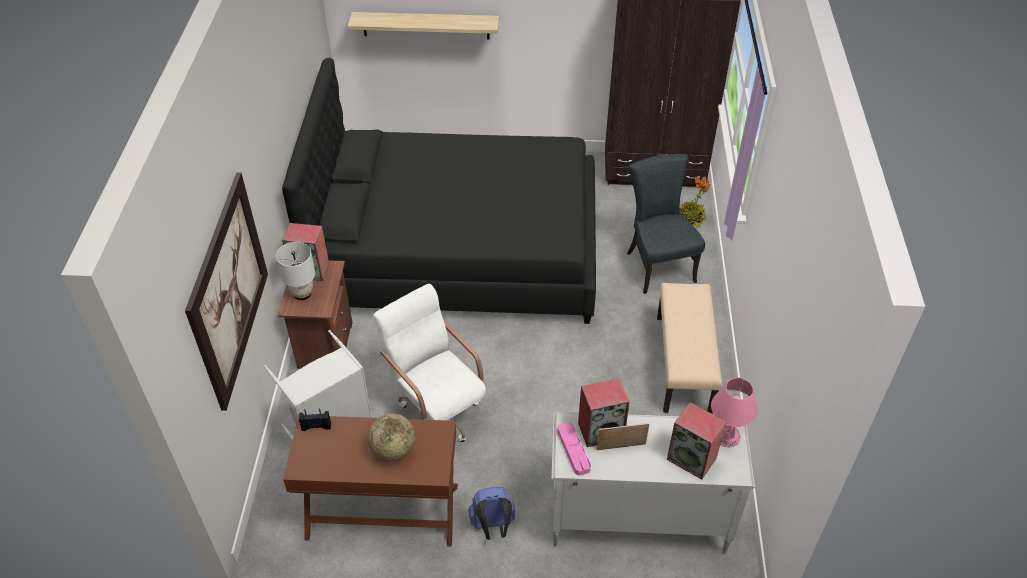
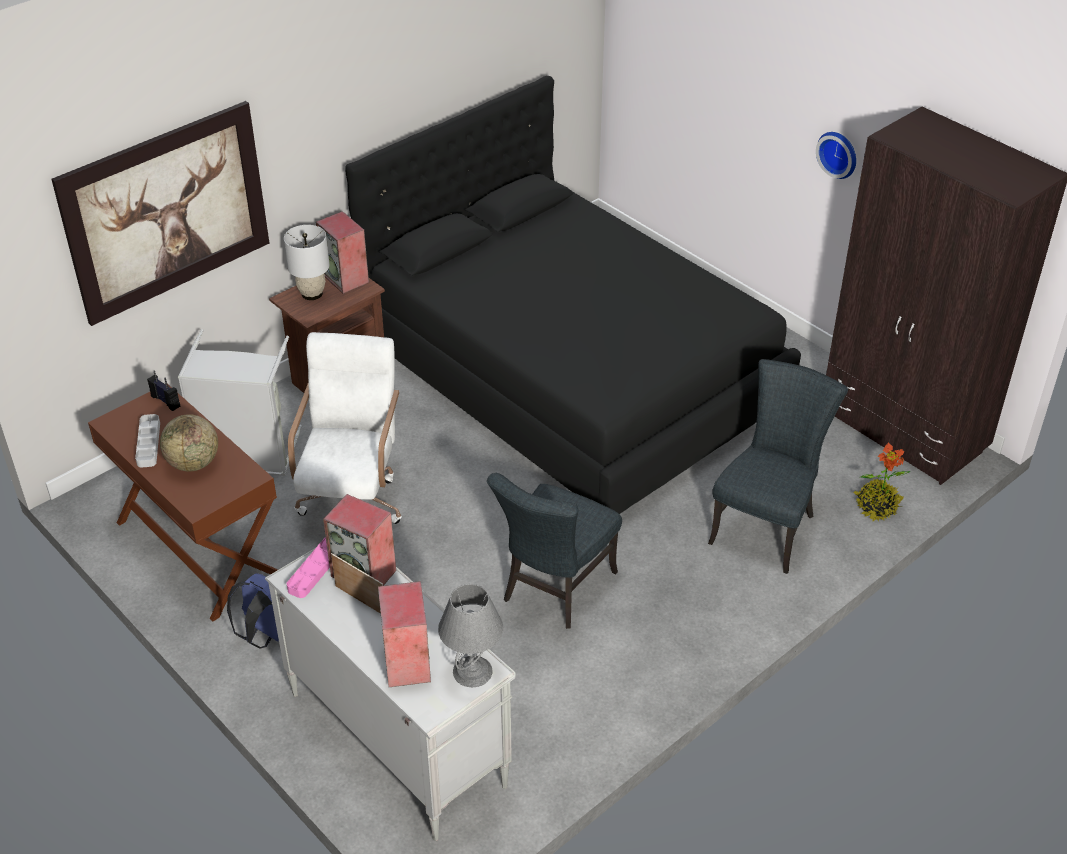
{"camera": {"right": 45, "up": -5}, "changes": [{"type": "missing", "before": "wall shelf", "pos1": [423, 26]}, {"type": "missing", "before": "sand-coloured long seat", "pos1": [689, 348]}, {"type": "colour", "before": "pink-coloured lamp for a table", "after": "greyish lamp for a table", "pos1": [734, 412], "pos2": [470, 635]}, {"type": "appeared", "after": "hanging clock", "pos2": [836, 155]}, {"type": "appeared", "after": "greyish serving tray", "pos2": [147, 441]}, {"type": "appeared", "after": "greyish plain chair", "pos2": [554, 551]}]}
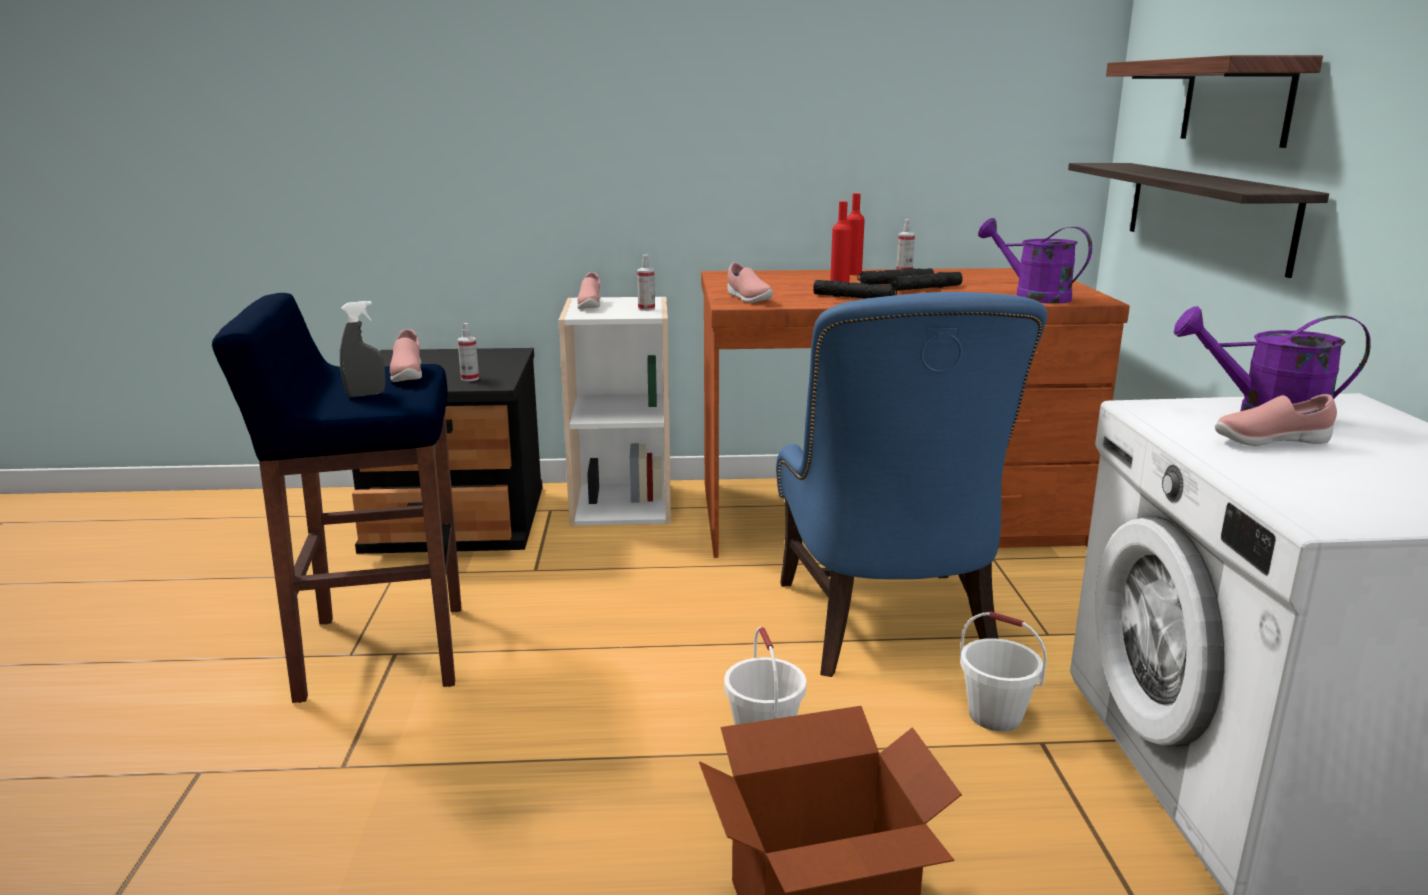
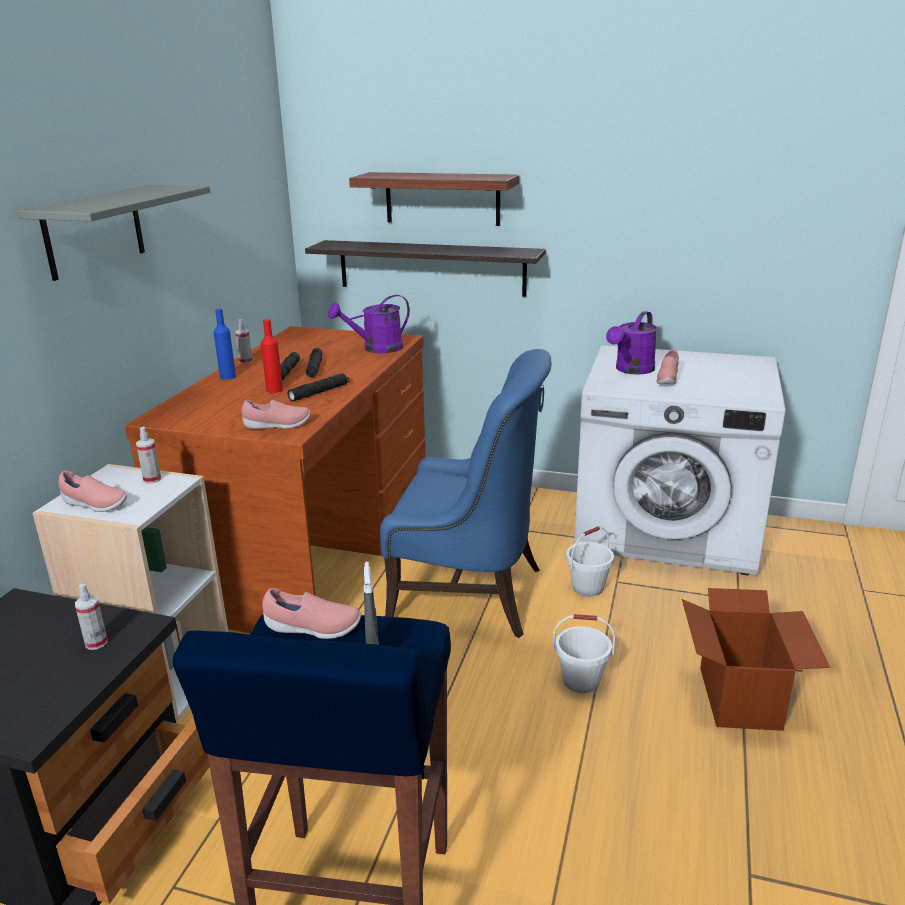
{"camera": {"right": -70, "up": 5}, "changes": [{"type": "colour", "before": "red drink bottle", "after": "blue-coloured drink bottle", "pos1": [856, 234], "pos2": [224, 344]}, {"type": "appeared", "after": "greyish wall shelf", "pos2": [113, 233]}]}
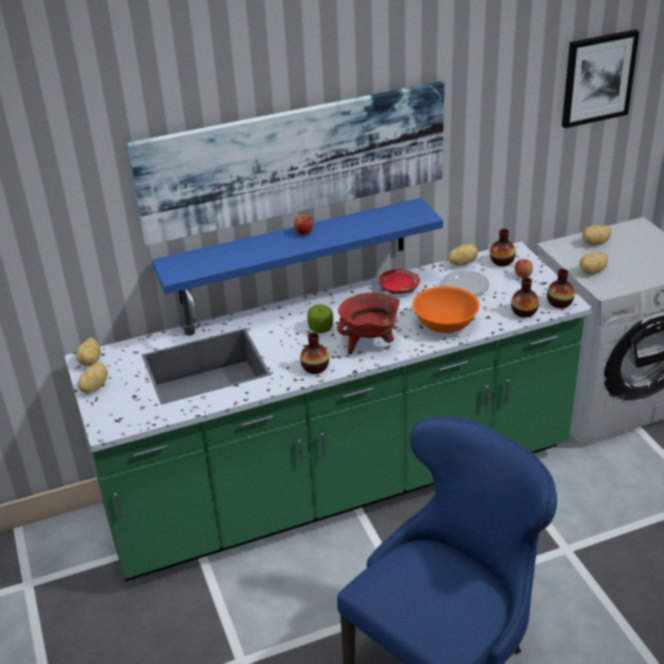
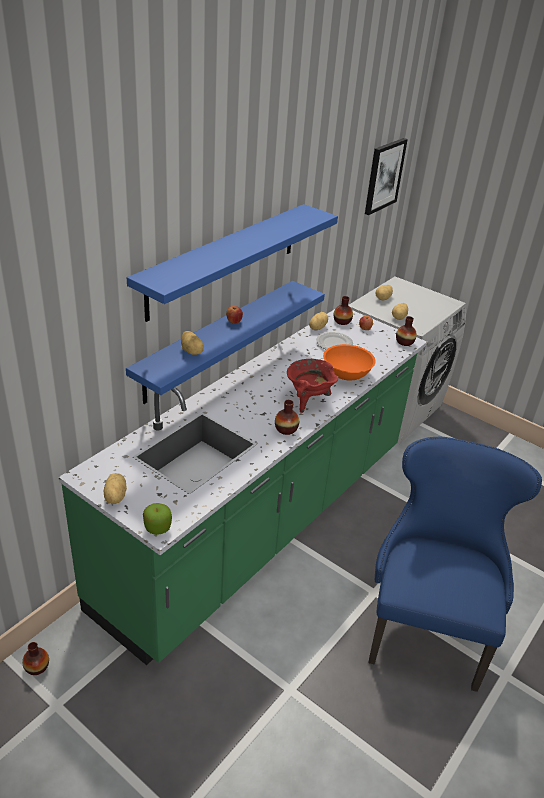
{"camera": {"right": -35, "up": 0}, "changes": [{"type": "exchanged", "before": "wall picture", "after": "blue-coloured wall shelf", "pos1": [285, 163], "pos2": [232, 263]}, {"type": "missing", "before": "red dinner plate", "pos1": [399, 281]}, {"type": "relocated", "before": "decorative vase", "pos1": [525, 298], "pos2": [35, 658]}, {"type": "relocated", "before": "apple", "pos1": [320, 318], "pos2": [157, 519]}, {"type": "relocated", "before": "potato", "pos1": [88, 352], "pos2": [192, 343]}]}
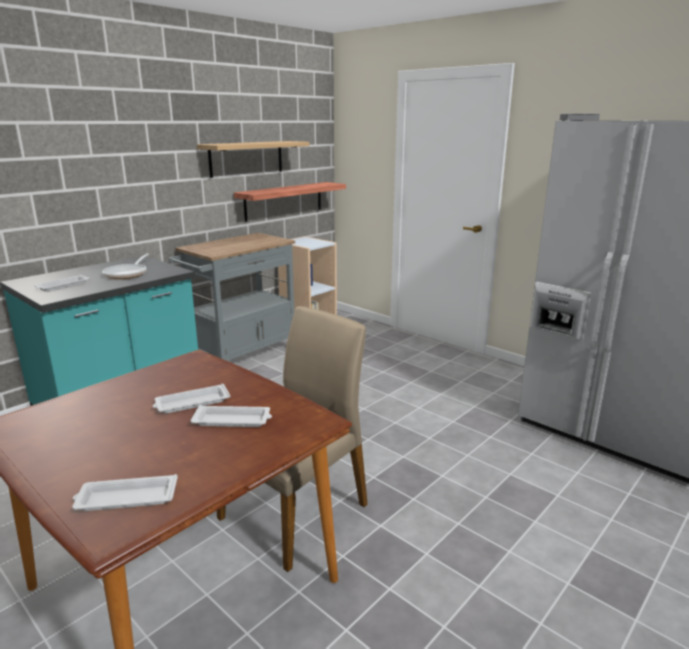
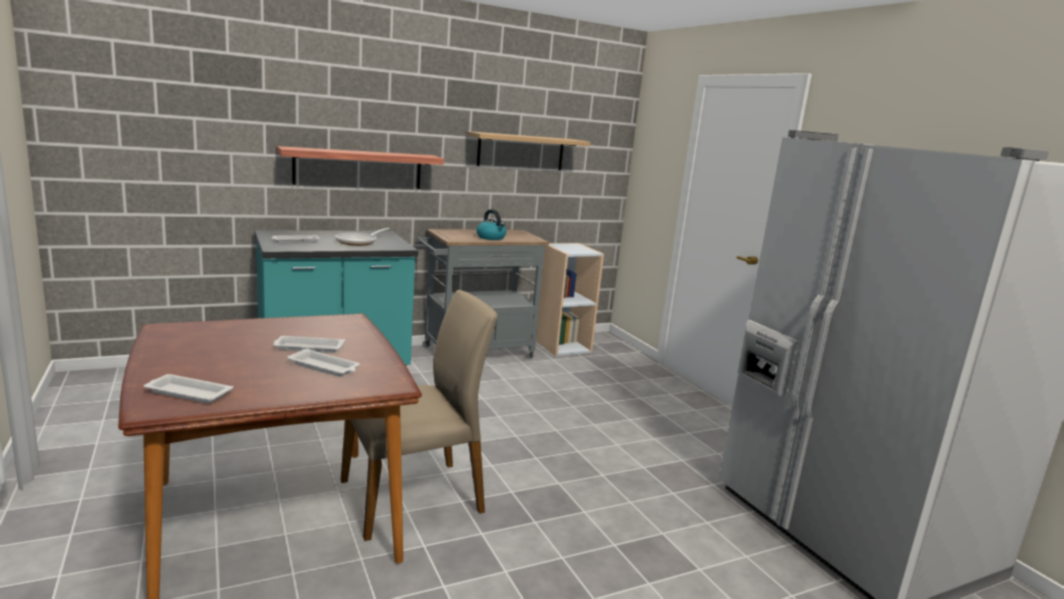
{"camera": {"right": 20, "up": -5}, "changes": [{"type": "relocated", "before": "wall shelf", "pos1": [290, 202], "pos2": [360, 167]}, {"type": "appeared", "after": "tea kettle", "pos2": [491, 224]}]}
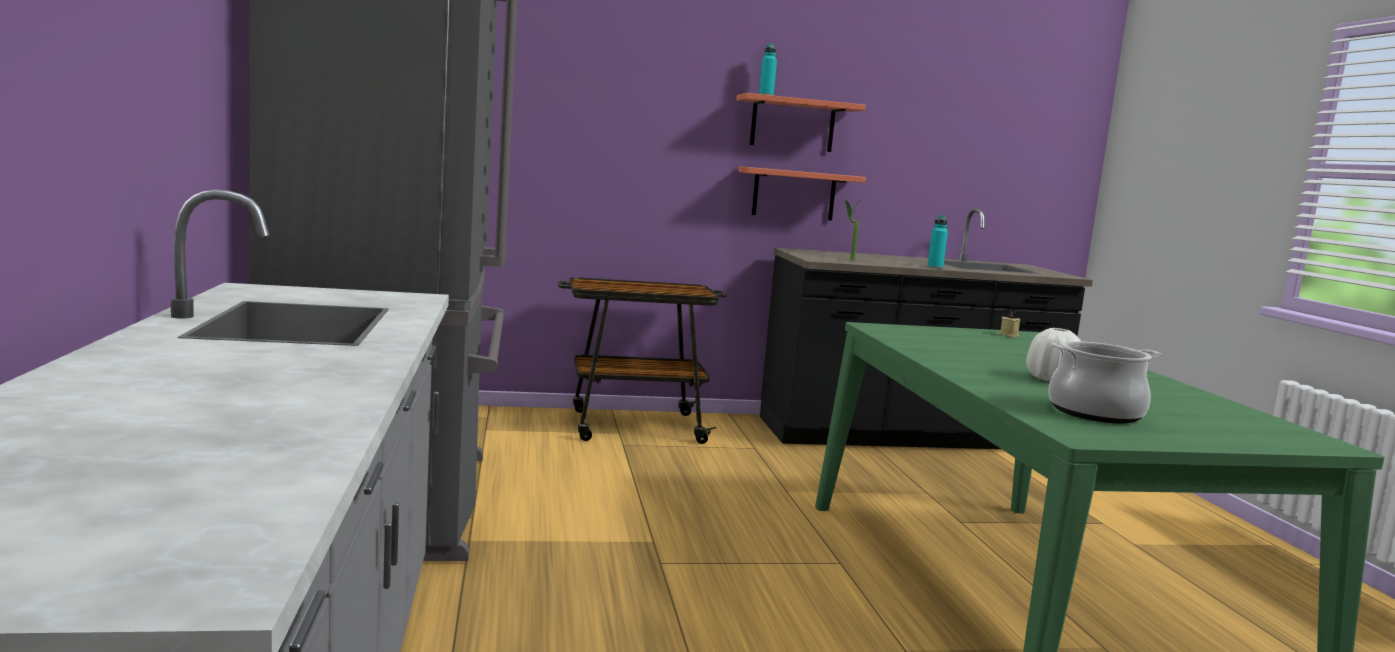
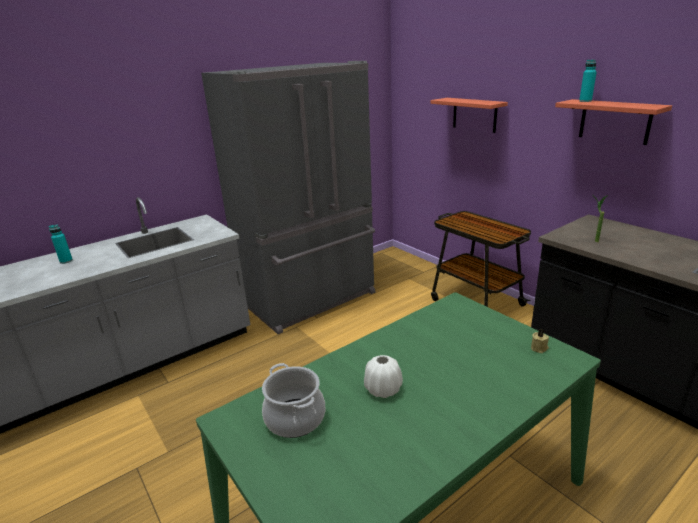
{"camera": {"right": 65, "up": 15}, "changes": [{"type": "relocated", "before": "wall shelf", "pos1": [802, 193], "pos2": [469, 115]}, {"type": "relocated", "before": "blue-green drink bottle", "pos1": [937, 242], "pos2": [61, 244]}]}
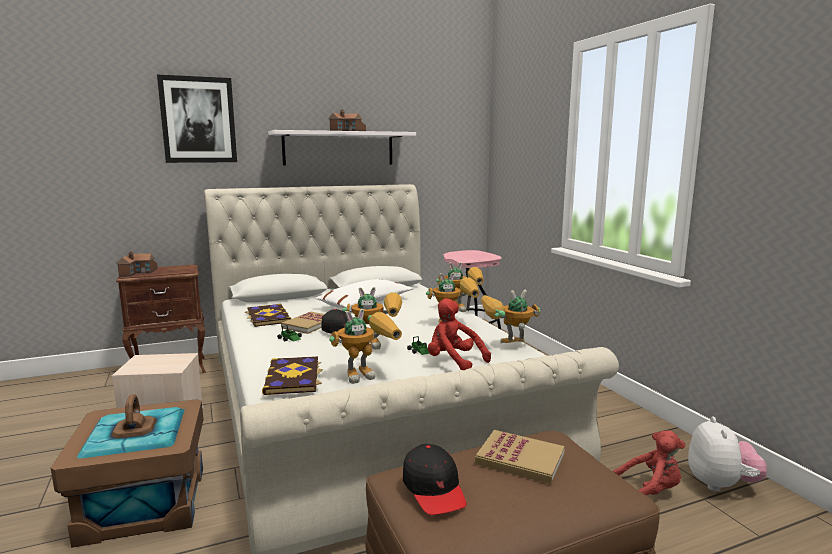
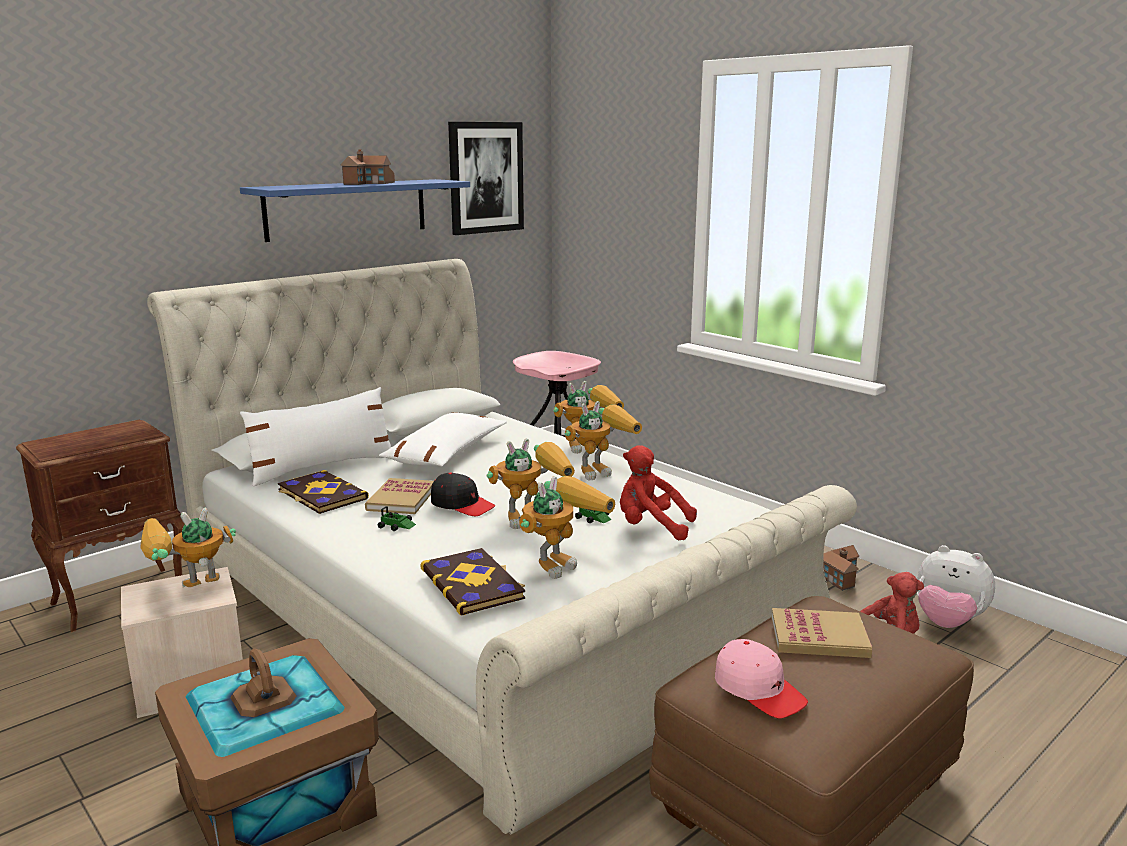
{"camera": {"right": -20, "up": 5}, "changes": [{"type": "relocated", "before": "wall picture", "pos1": [197, 119], "pos2": [486, 178]}, {"type": "colour", "before": "white-coloured wall shelf", "after": "blue-coloured wall shelf", "pos1": [342, 148], "pos2": [355, 210]}, {"type": "relocated", "before": "toy house", "pos1": [137, 264], "pos2": [841, 568]}, {"type": "relocated", "before": "toy robot", "pos1": [511, 316], "pos2": [188, 547]}, {"type": "spun", "before": "cuddly toy", "pos1": [727, 454], "pos2": [956, 586], "turn": 135}, {"type": "colour", "before": "black-coloured baseball cap", "after": "pink-coloured baseball cap", "pos1": [434, 479], "pos2": [761, 678]}, {"type": "appeared", "after": "white-coloured throw pillow", "pos2": [315, 437]}]}
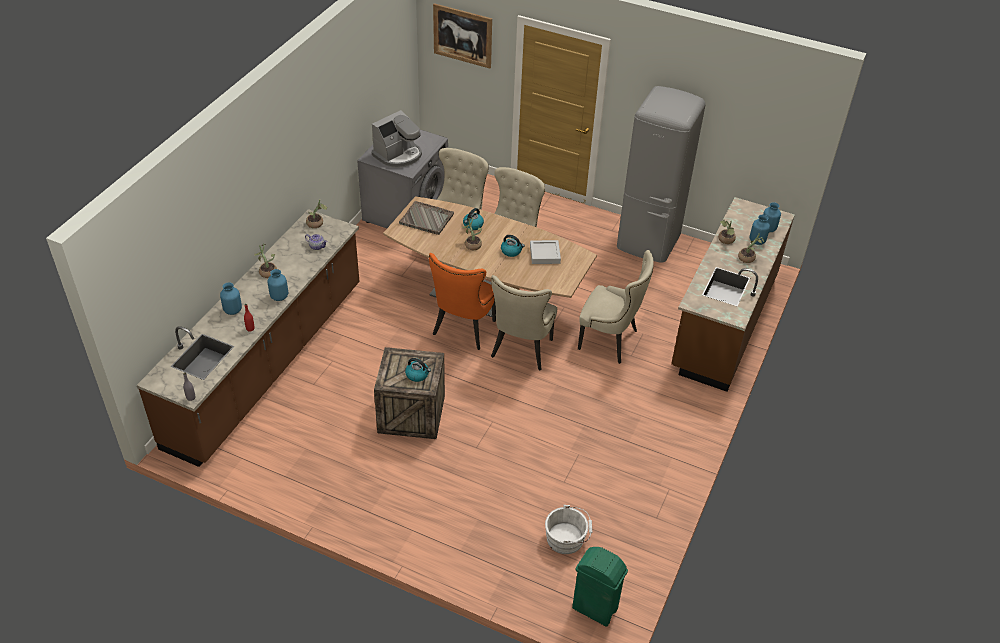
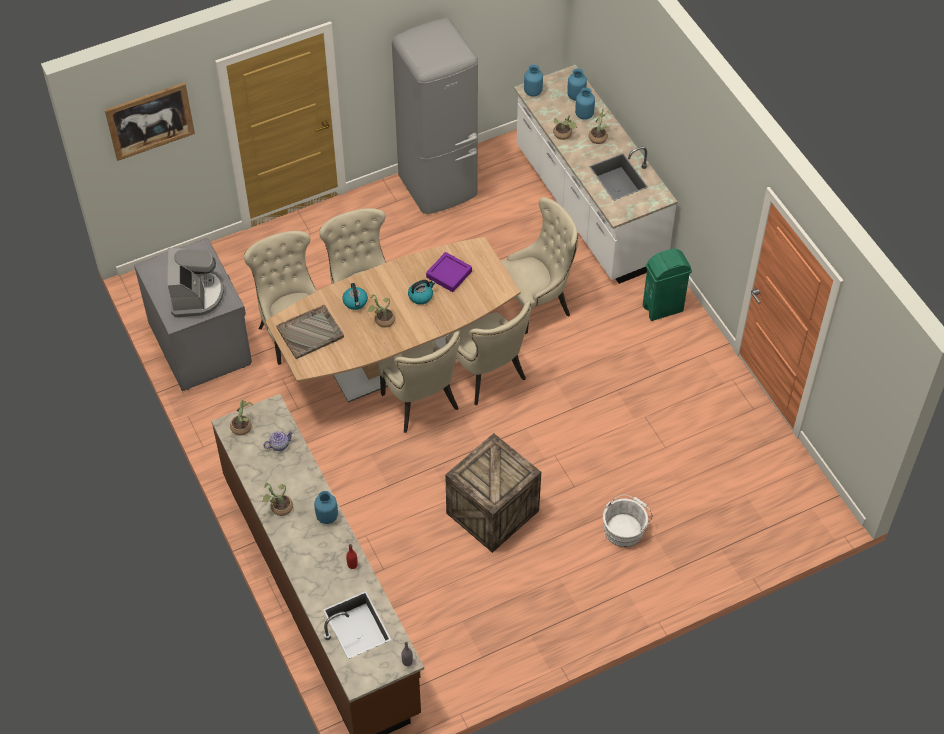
{"camera": {"right": -50, "up": 10}, "changes": [{"type": "colour", "before": "brownish kitchen counter", "after": "white-coloured kitchen counter", "pos1": [733, 294], "pos2": [596, 174]}, {"type": "colour", "before": "greyish serving tray", "after": "purple serving tray", "pos1": [545, 252], "pos2": [449, 272]}, {"type": "colour", "before": "orangey plain chair", "after": "sand-coloured plain chair", "pos1": [462, 301], "pos2": [418, 382]}, {"type": "relocated", "before": "blue-coloured decorative vase", "pos1": [231, 299], "pos2": [533, 80]}, {"type": "missing", "before": "tea kettle", "pos1": [418, 370]}, {"type": "relocated", "before": "white-coloured water bucket", "pos1": [568, 529], "pos2": [628, 521]}, {"type": "relocated", "before": "green-coloured trash can", "pos1": [600, 587], "pos2": [667, 285]}]}
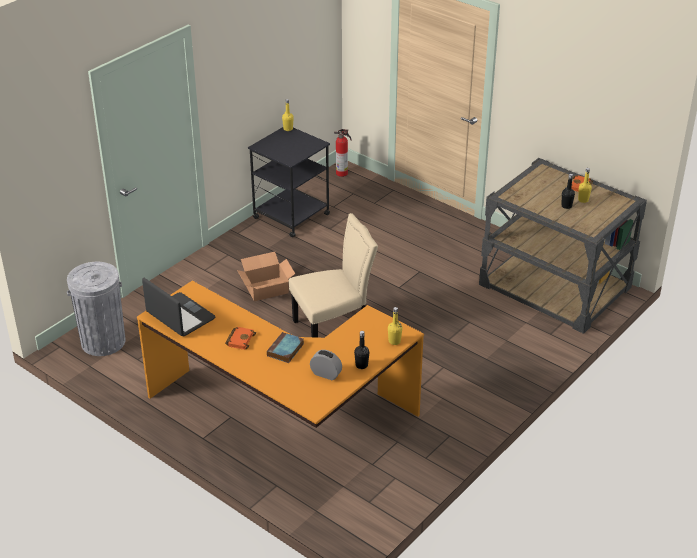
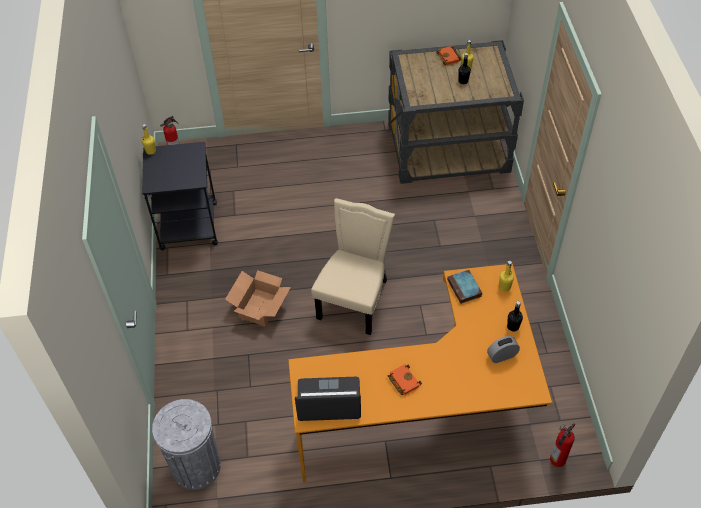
{"camera": {"right": -45, "up": 15}, "changes": [{"type": "relocated", "before": "volume", "pos1": [285, 347], "pos2": [464, 287]}, {"type": "appeared", "after": "extinguisher", "pos2": [562, 445]}]}
